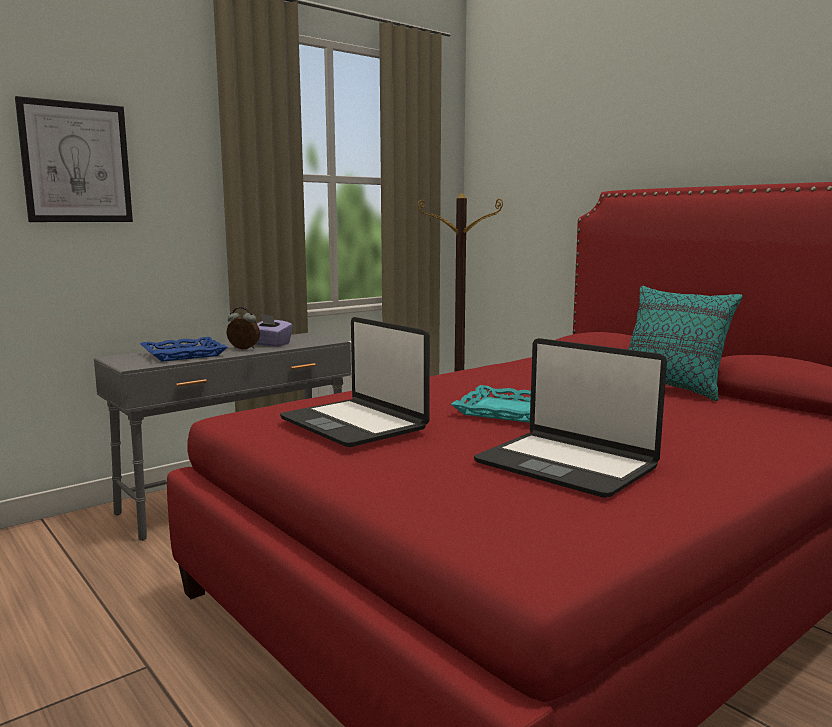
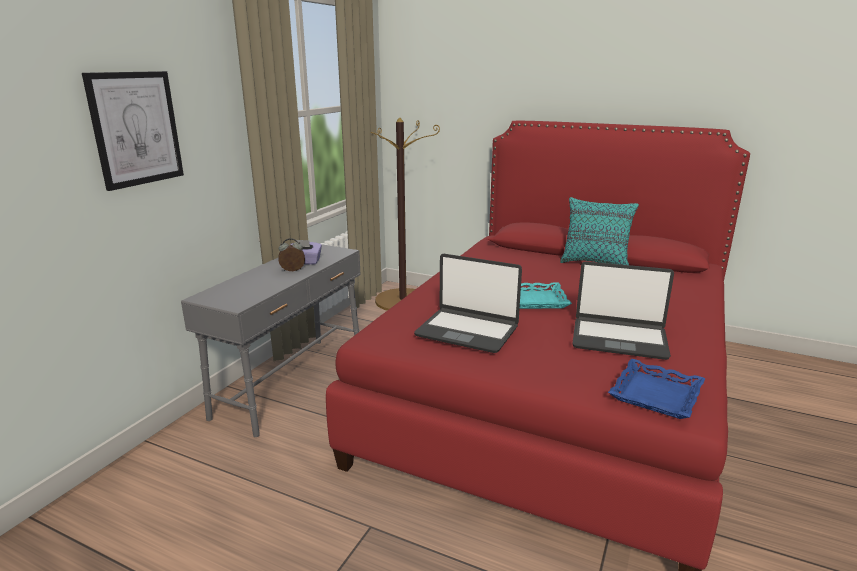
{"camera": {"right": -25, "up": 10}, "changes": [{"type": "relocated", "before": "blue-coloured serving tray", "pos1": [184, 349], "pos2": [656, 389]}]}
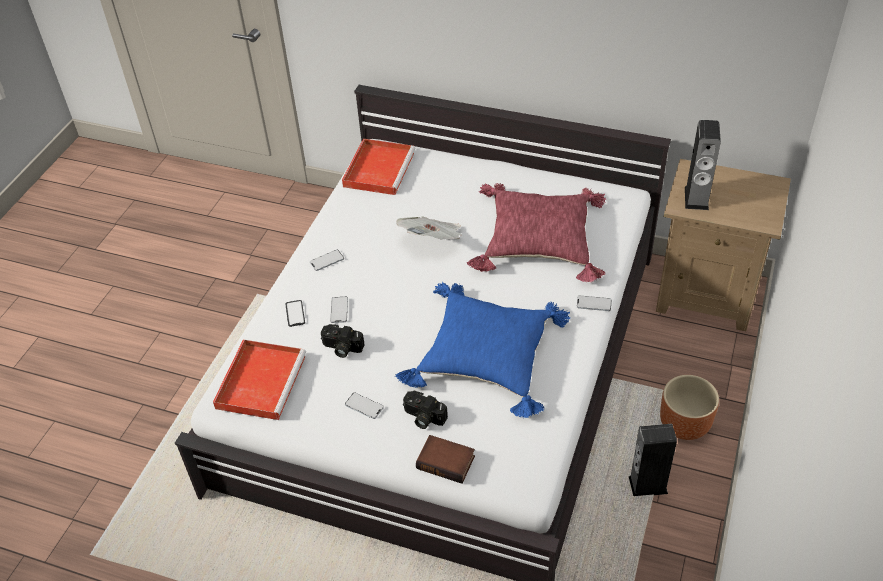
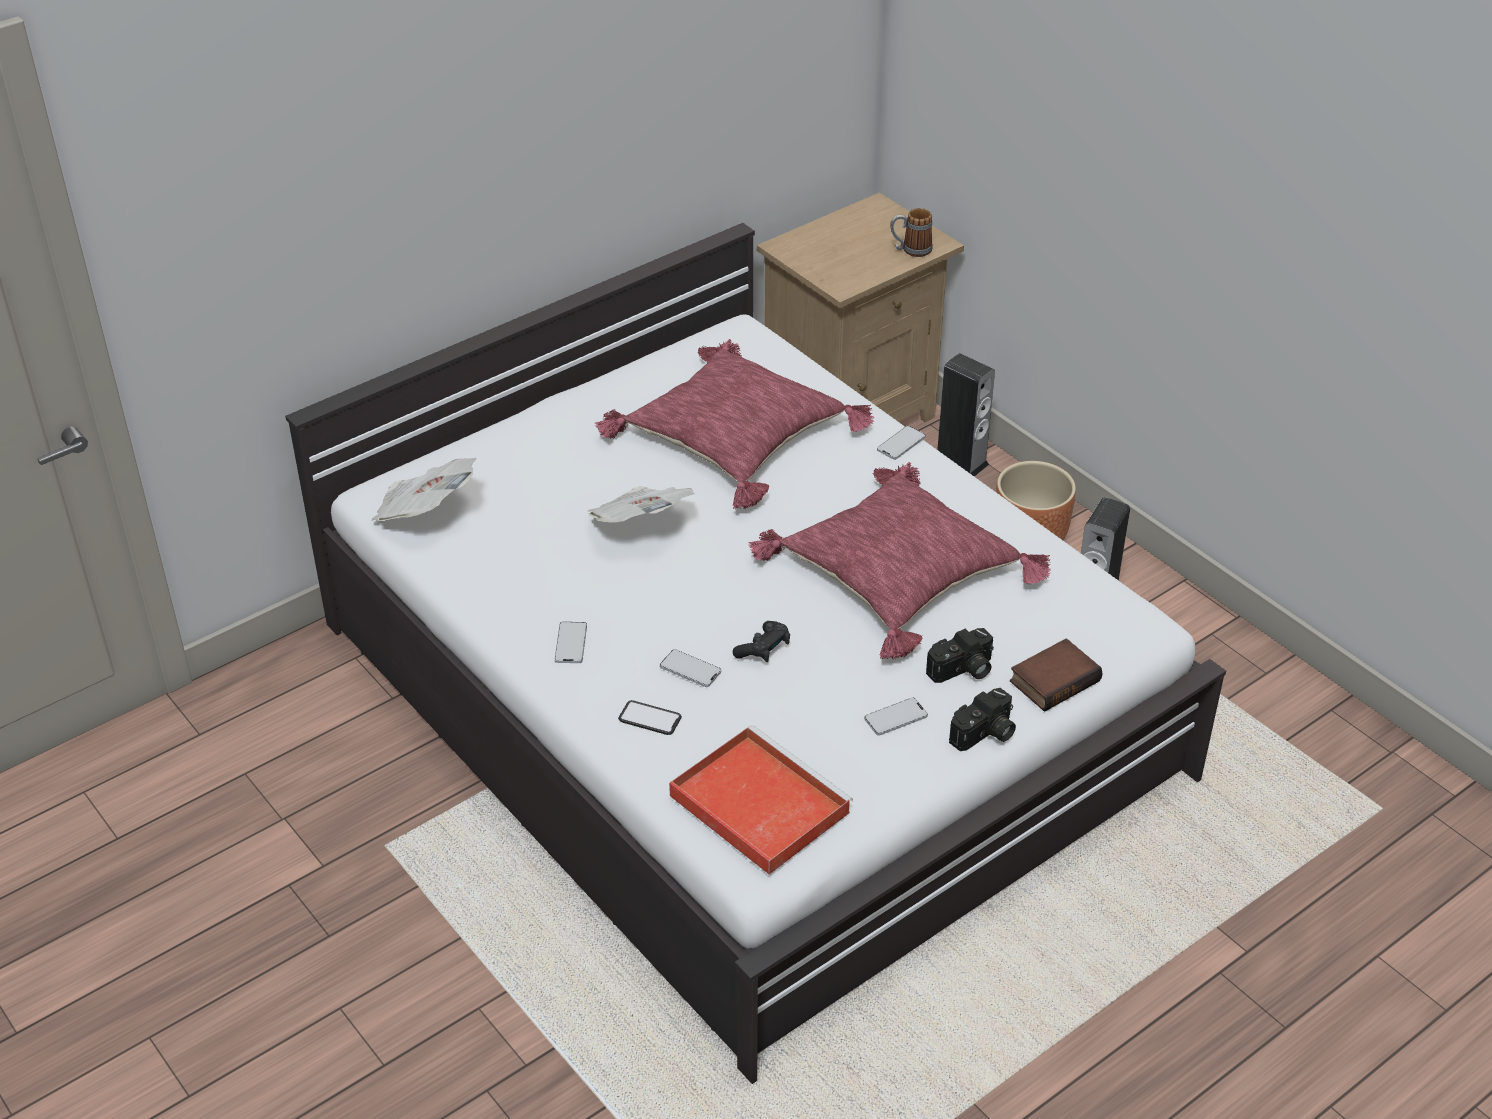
{"camera": {"right": -60, "up": -5}, "changes": [{"type": "relocated", "before": "loudspeaker", "pos1": [703, 165], "pos2": [966, 415]}, {"type": "exchanged", "before": "red serving tray", "after": "printed paper", "pos1": [378, 167], "pos2": [423, 489]}, {"type": "colour", "before": "blue-coloured throw pillow", "after": "red throw pillow", "pos1": [482, 350], "pos2": [899, 561]}, {"type": "relocated", "before": "still camera", "pos1": [343, 341], "pos2": [982, 719]}, {"type": "appeared", "after": "tea mug", "pos2": [911, 232]}, {"type": "appeared", "after": "black-coloured joypad", "pos2": [761, 641]}]}
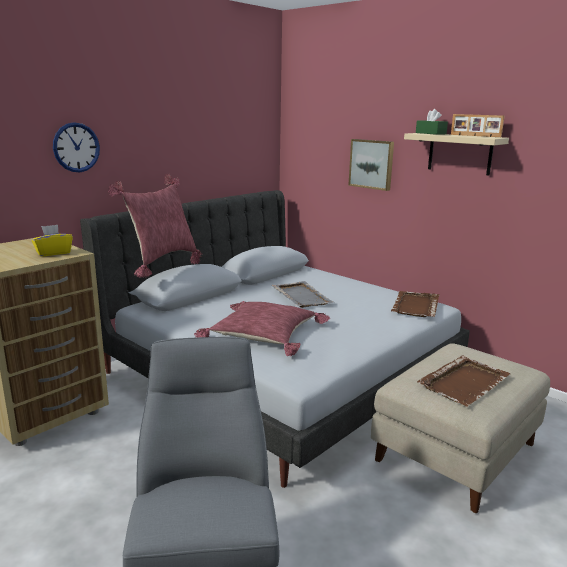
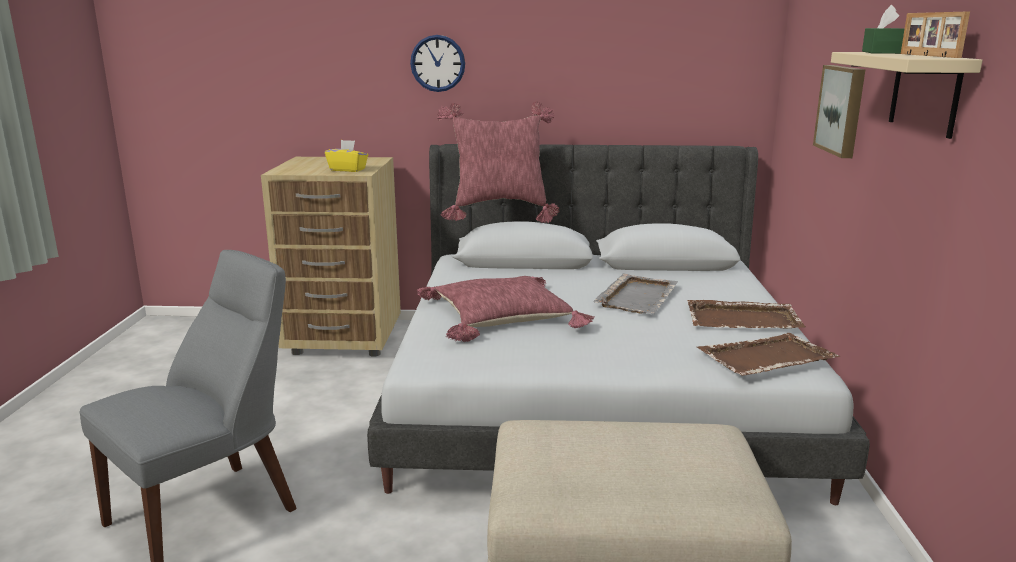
{"camera": {"right": 50, "up": 0}, "changes": [{"type": "relocated", "before": "brownish serving tray", "pos1": [463, 381], "pos2": [746, 314]}]}
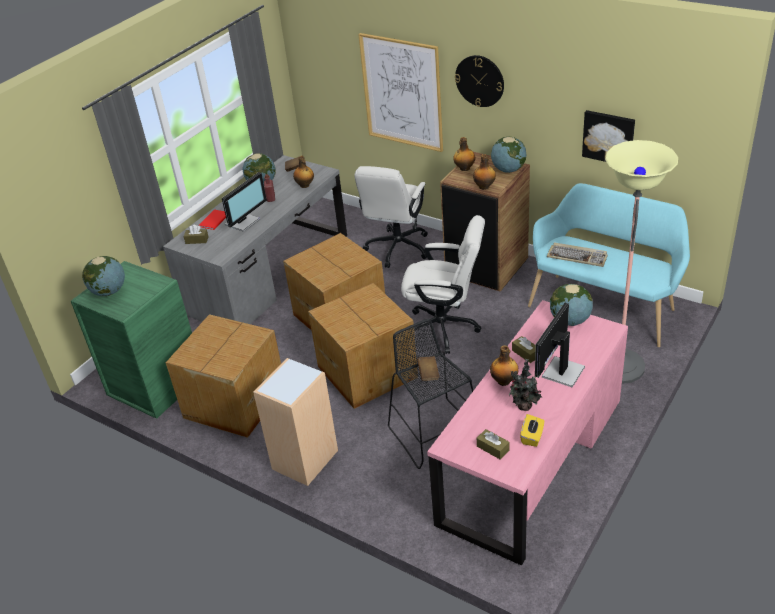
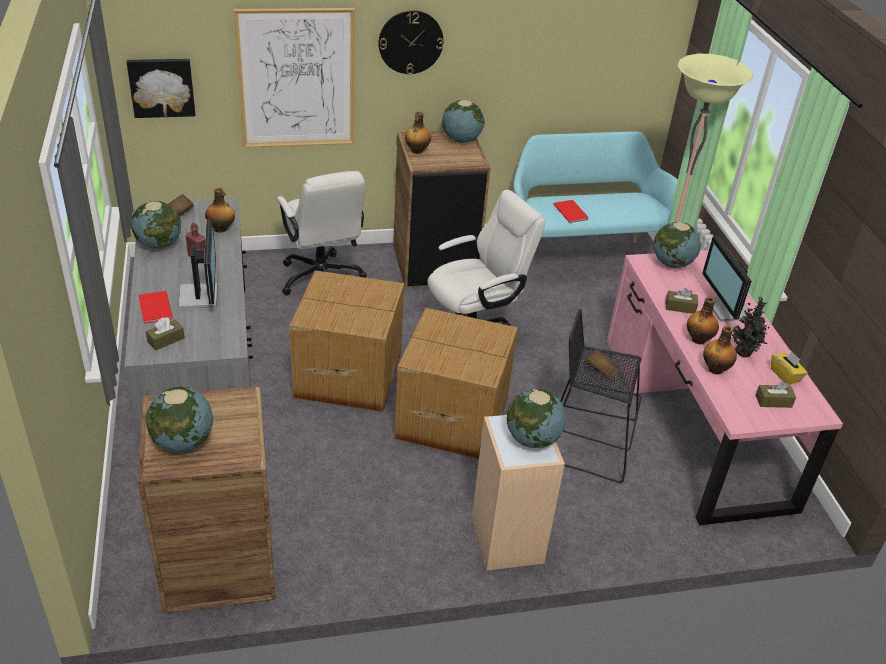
{"camera": {"right": -50, "up": 0}, "changes": [{"type": "relocated", "before": "wall picture", "pos1": [608, 136], "pos2": [161, 88]}, {"type": "relocated", "before": "drink bottle", "pos1": [484, 172], "pos2": [720, 350]}, {"type": "exchanged", "before": "PC keyboard", "after": "red volume", "pos1": [577, 255], "pos2": [571, 211]}, {"type": "colour", "before": "green-coloured cupboard", "after": "brownish cupboard", "pos1": [131, 340], "pos2": [206, 500]}, {"type": "missing", "before": "carton", "pos1": [223, 376]}, {"type": "appeared", "after": "desk globe", "pos2": [536, 418]}]}
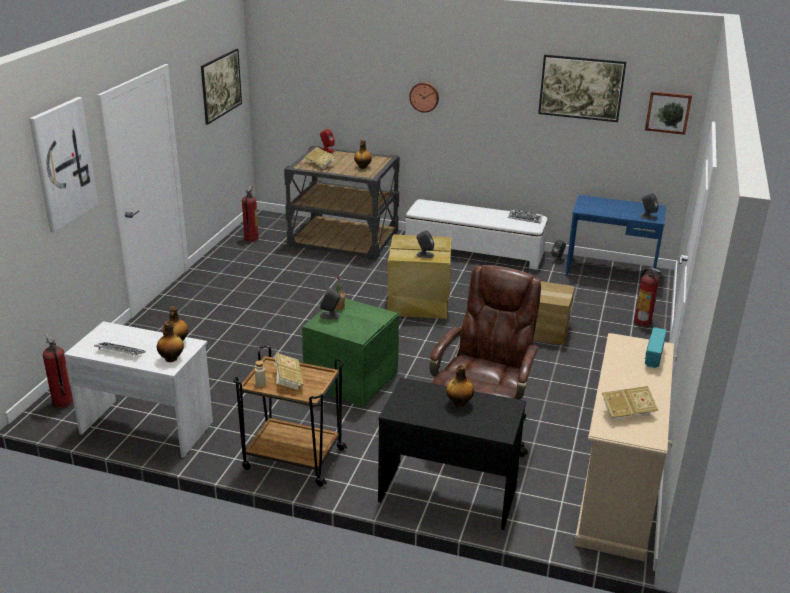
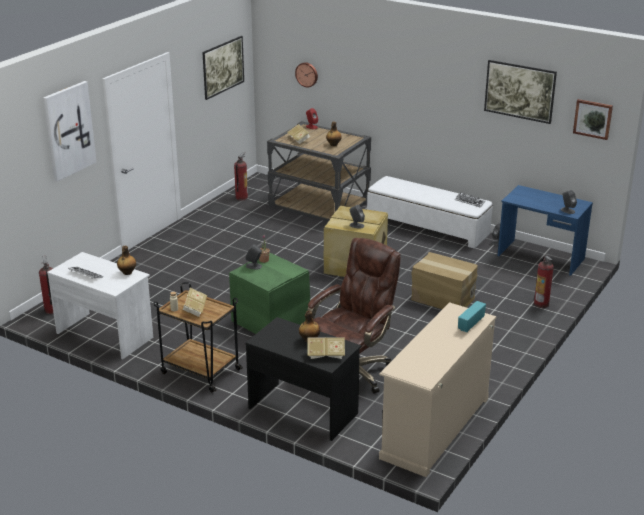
{"camera": {"right": 15, "up": 0}, "changes": [{"type": "relocated", "before": "hanging clock", "pos1": [424, 97], "pos2": [306, 75]}, {"type": "missing", "before": "drink bottle", "pos1": [170, 341]}, {"type": "relocated", "before": "volume", "pos1": [630, 403], "pos2": [326, 348]}]}
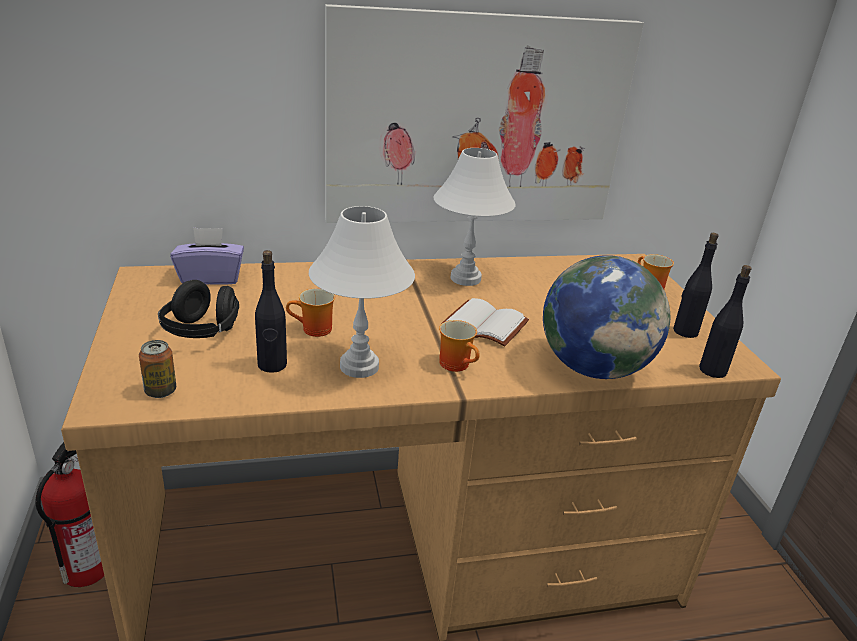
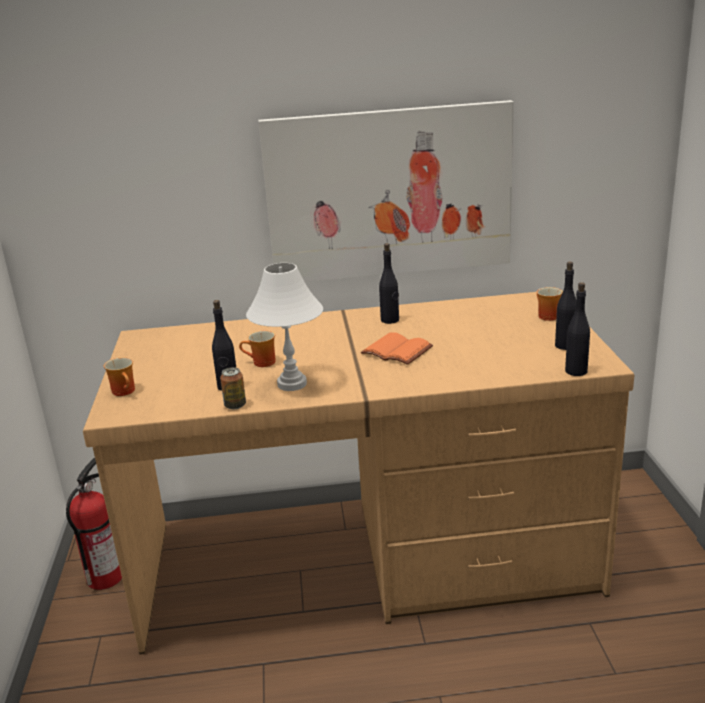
{"camera": {"right": 10, "up": -5}, "changes": [{"type": "exchanged", "before": "white-coloured lamp for a table", "after": "black-coloured drink bottle", "pos1": [475, 217], "pos2": [389, 283]}, {"type": "missing", "before": "purple tissue box", "pos1": [207, 256]}, {"type": "missing", "before": "desk globe", "pos1": [606, 317]}, {"type": "missing", "before": "black-coloured headphones", "pos1": [198, 309]}, {"type": "colour", "before": "white-coloured volume", "after": "orangey volume", "pos1": [485, 322], "pos2": [397, 348]}, {"type": "relocated", "before": "tea mug", "pos1": [459, 346], "pos2": [119, 376]}, {"type": "relocated", "before": "sealed can", "pos1": [157, 369], "pos2": [233, 388]}]}
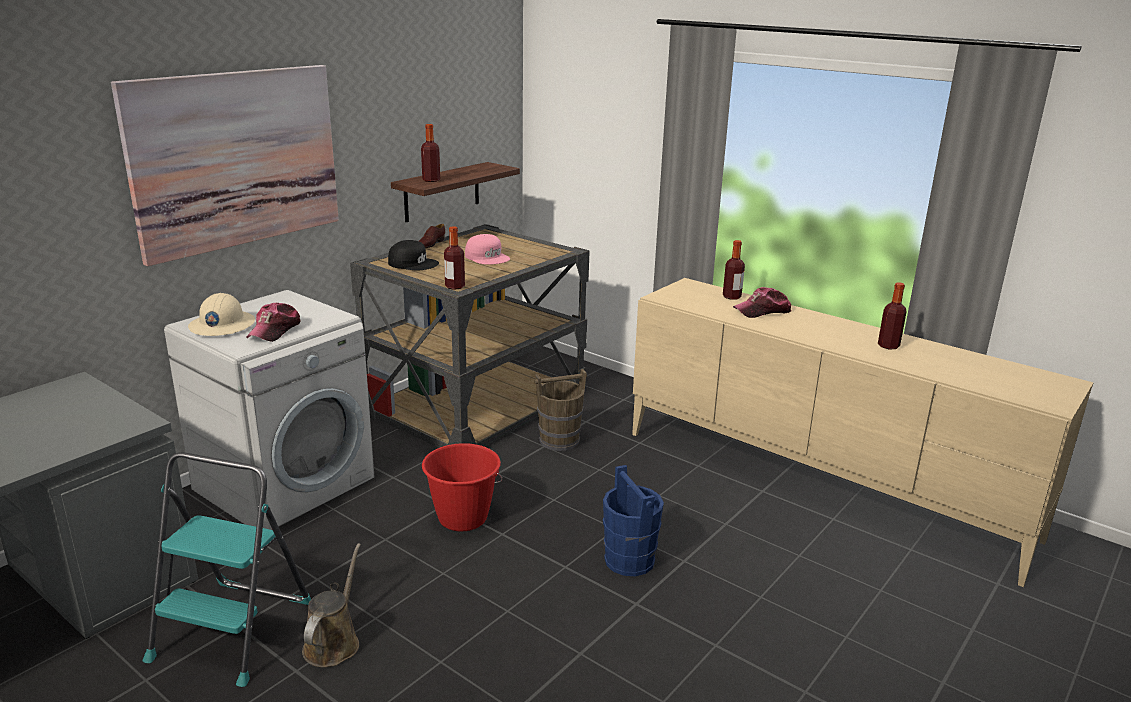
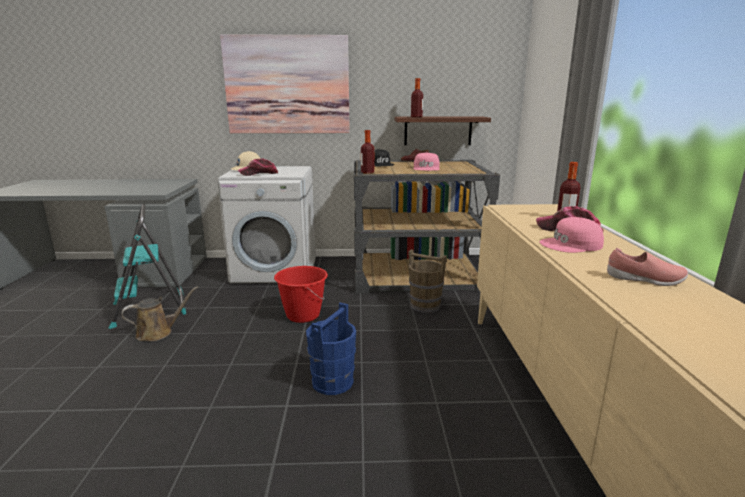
{"camera": {"right": 50, "up": -5}, "changes": [{"type": "exchanged", "before": "drink bottle", "after": "pink-coloured shoe", "pos1": [892, 315], "pos2": [647, 267]}, {"type": "appeared", "after": "pink-coloured baseball cap", "pos2": [571, 235]}]}
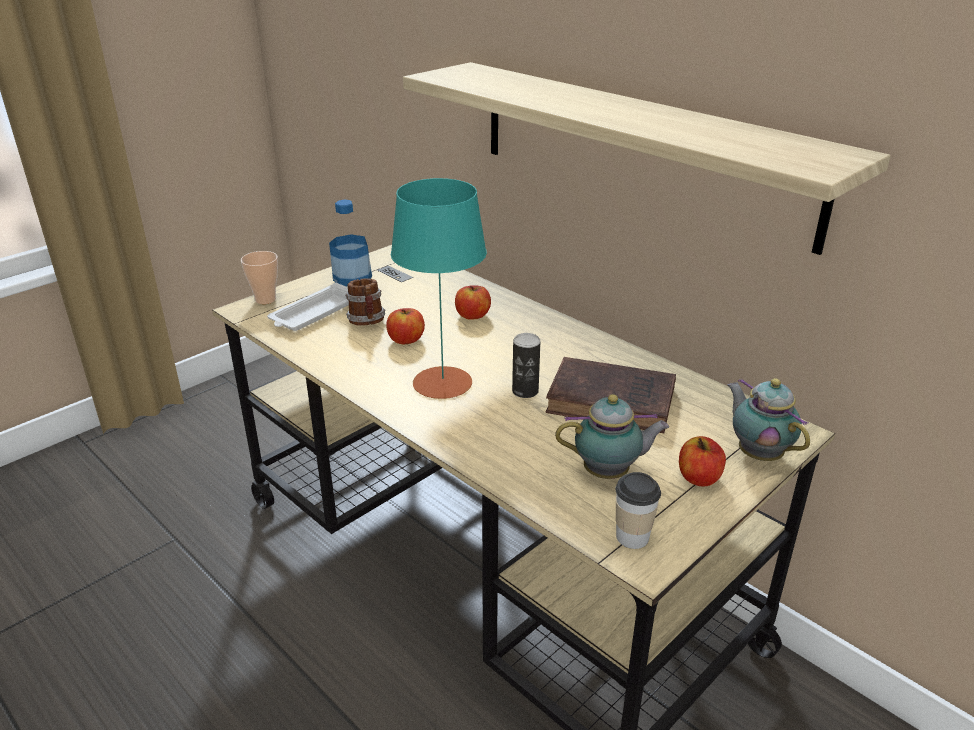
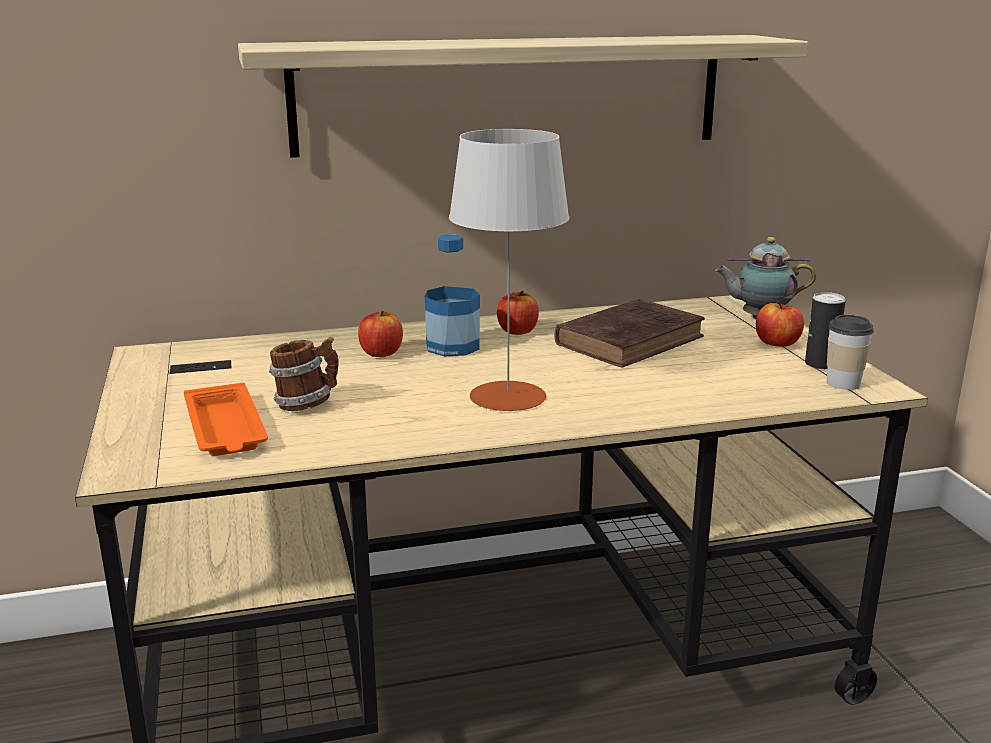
{"camera": {"right": -60, "up": -10}, "changes": [{"type": "colour", "before": "blue-green lamp for a table", "after": "greyish lamp for a table", "pos1": [439, 288], "pos2": [509, 270]}, {"type": "relocated", "before": "drink bottle", "pos1": [350, 243], "pos2": [452, 295]}, {"type": "missing", "before": "drinking cup", "pos1": [259, 277]}, {"type": "colour", "before": "white-coloured serving tray", "after": "orangey serving tray", "pos1": [308, 306], "pos2": [226, 419]}, {"type": "relocated", "before": "apple", "pos1": [405, 326], "pos2": [518, 313]}, {"type": "relocated", "before": "sealed can", "pos1": [526, 365], "pos2": [825, 330]}, {"type": "missing", "before": "tea pot", "pos1": [612, 436]}]}
